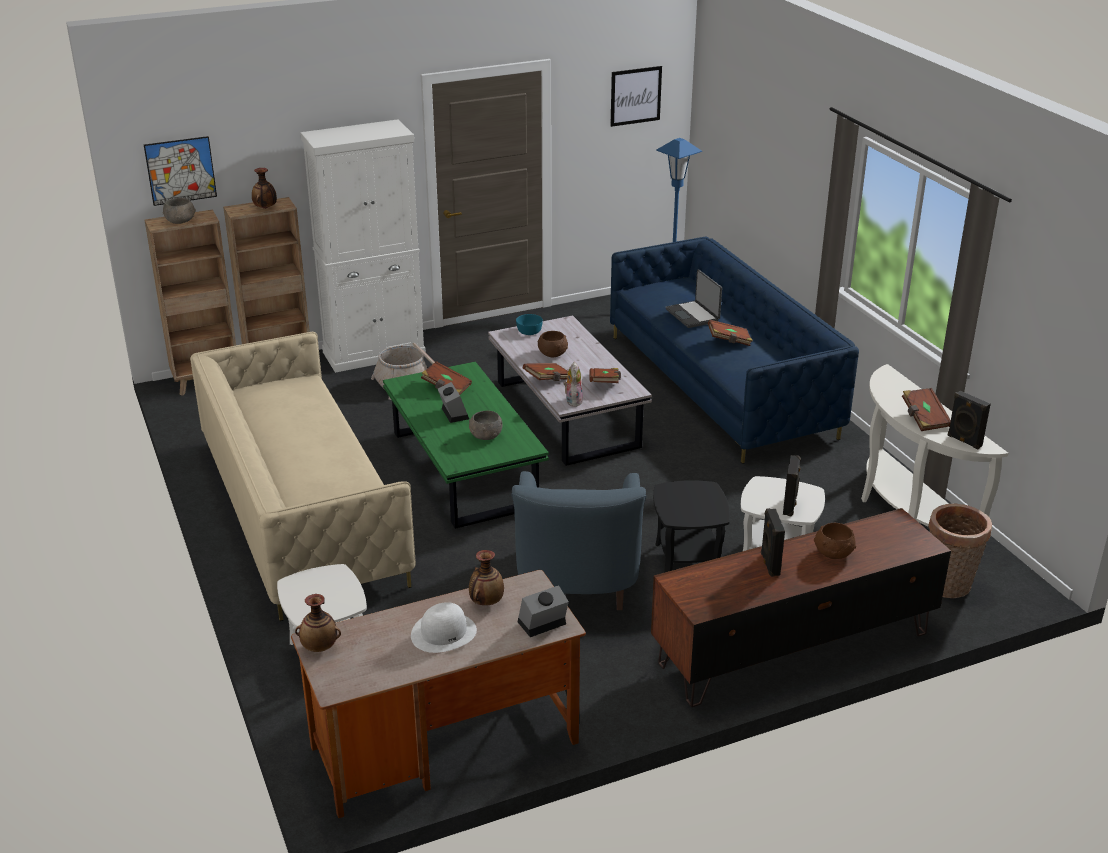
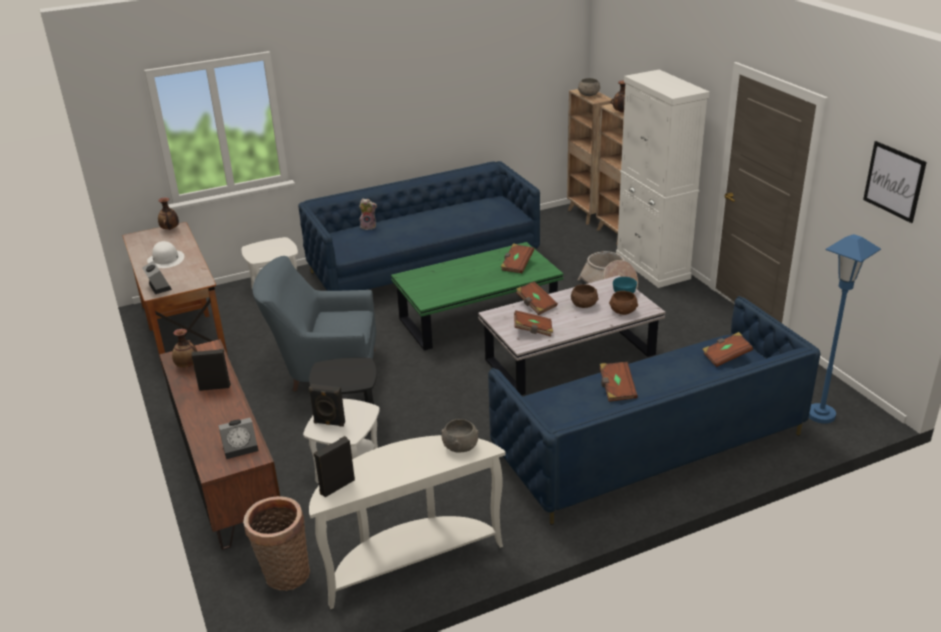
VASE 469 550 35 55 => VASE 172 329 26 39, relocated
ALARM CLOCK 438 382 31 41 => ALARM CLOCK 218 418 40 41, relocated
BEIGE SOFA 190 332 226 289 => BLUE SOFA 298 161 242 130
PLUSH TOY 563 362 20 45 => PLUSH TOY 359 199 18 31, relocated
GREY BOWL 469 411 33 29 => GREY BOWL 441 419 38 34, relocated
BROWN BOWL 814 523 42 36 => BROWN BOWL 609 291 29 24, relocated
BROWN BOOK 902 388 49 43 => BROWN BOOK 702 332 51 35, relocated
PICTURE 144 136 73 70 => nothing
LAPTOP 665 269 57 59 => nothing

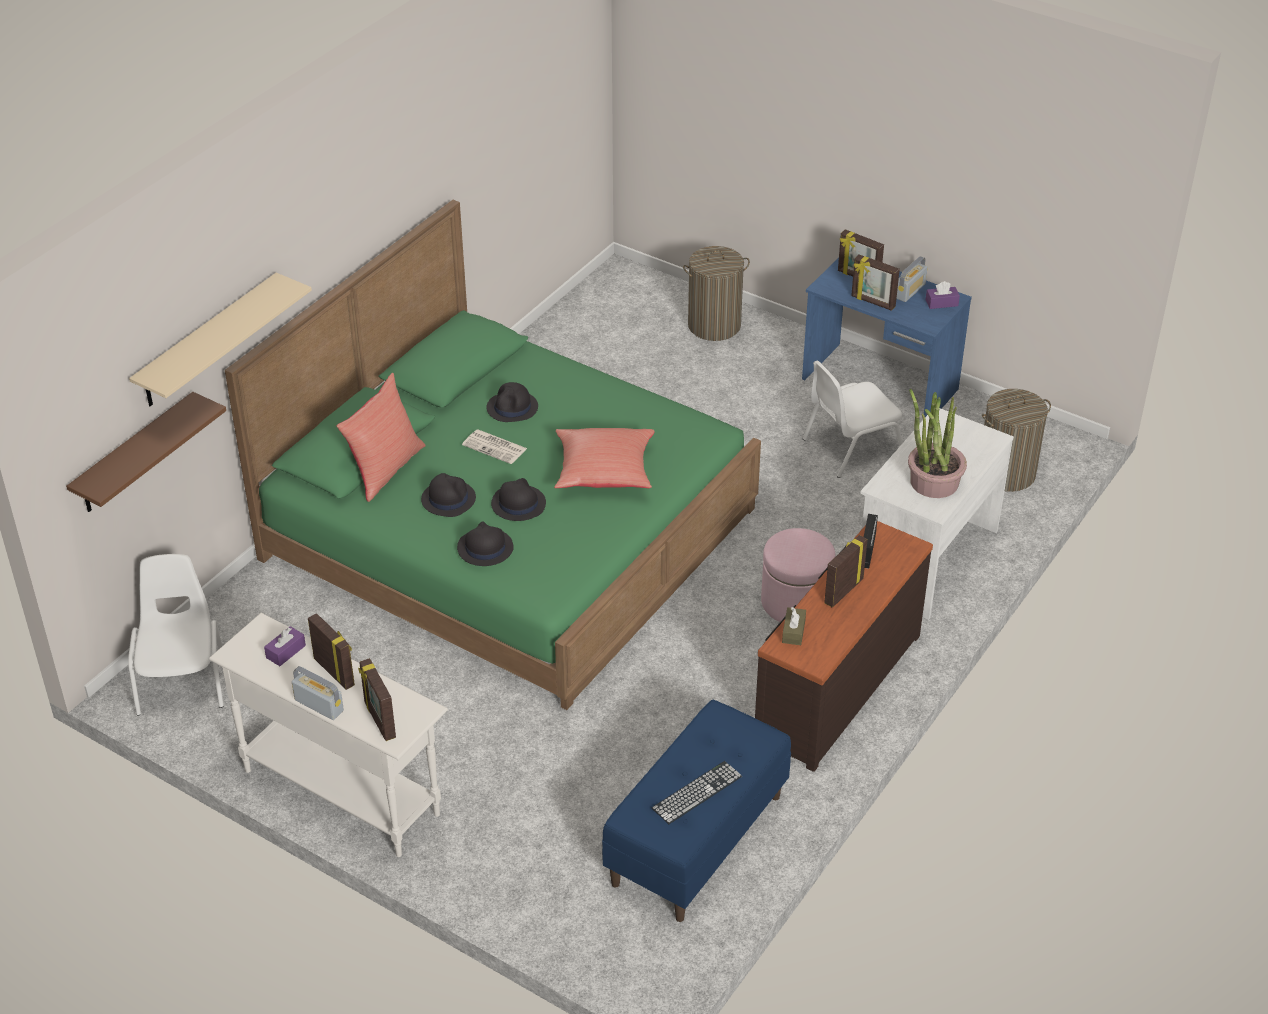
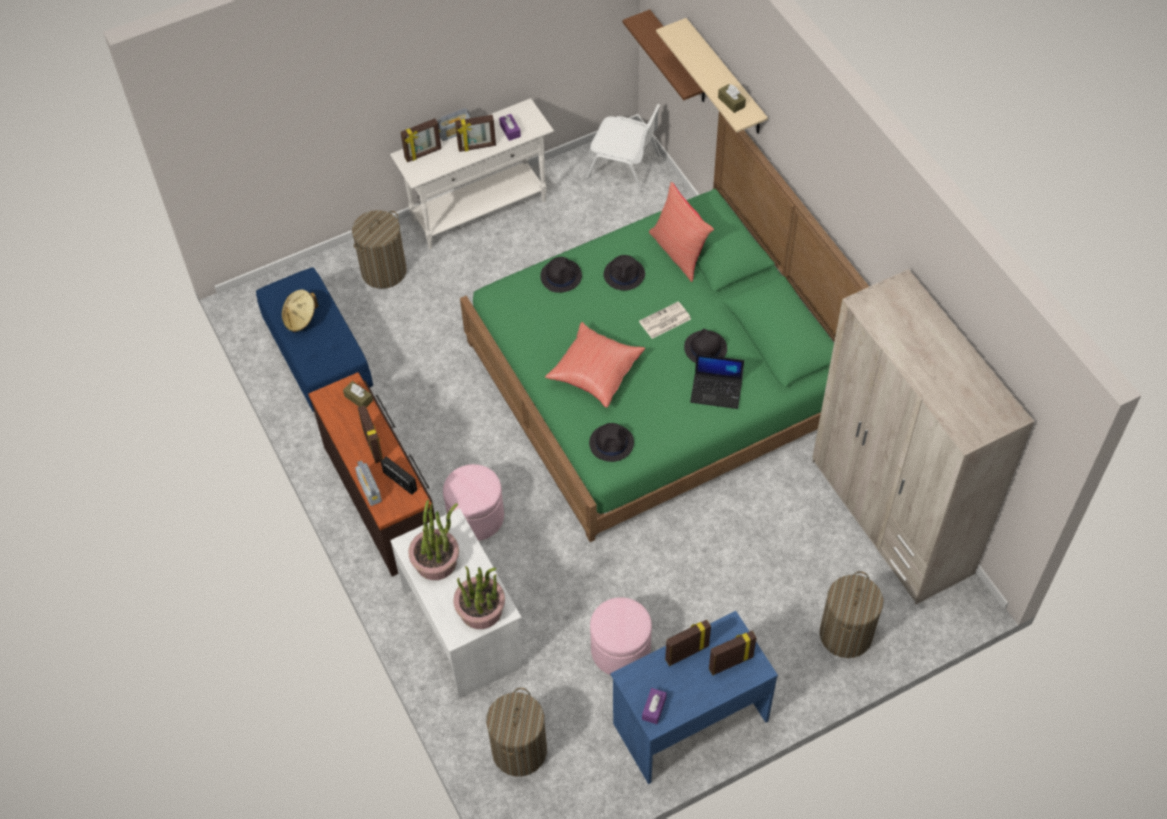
KEYBOARD 652 761 90 63 => BEIGE HAT 282 289 37 43
nothing => LAUNDRY BASKET 352 210 55 79
RADIO 896 256 32 46 => RADIO 355 460 27 46, relocated
PICTURE FRAME 358 658 38 83 => PICTURE FRAME 401 119 40 43, 150 degrees clockwise
nothing => POTTED PLANT 453 566 52 63
BLACK HAT 491 478 55 43 => BLACK HAT 589 423 45 39, relocated
WHITE CHAIR 803 360 100 118 => PINK OTTOMAN 590 597 62 78
nothing => LAPTOP 690 354 54 55
nothing => BROWN TISSUE BOX 718 84 28 29
nothing => BEIGE WARDROBE 812 269 223 336

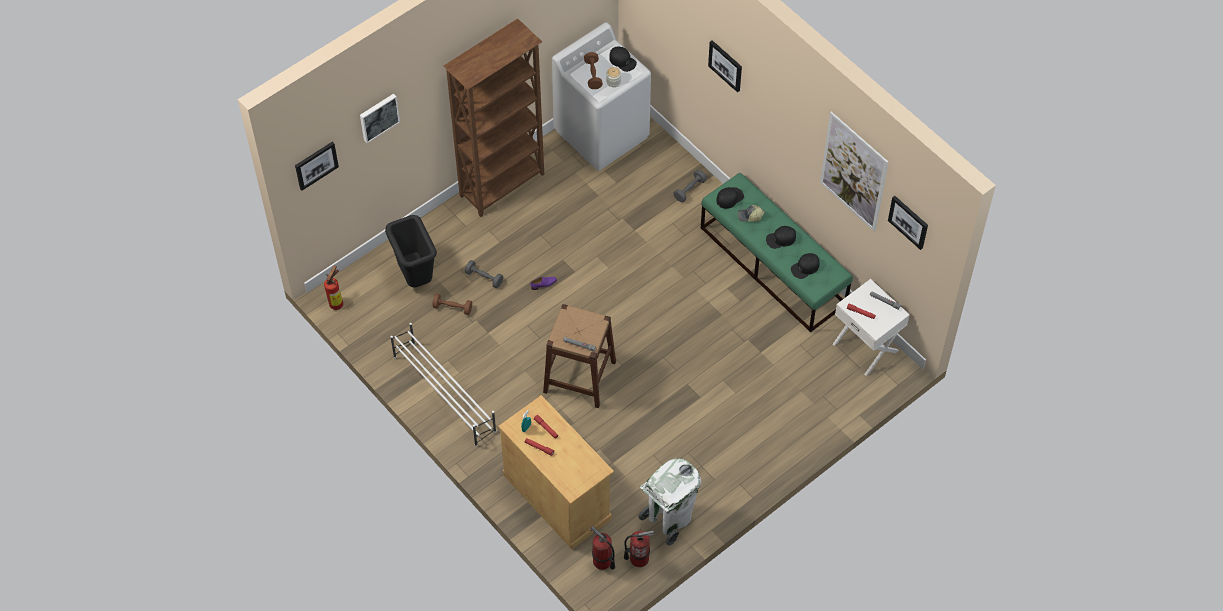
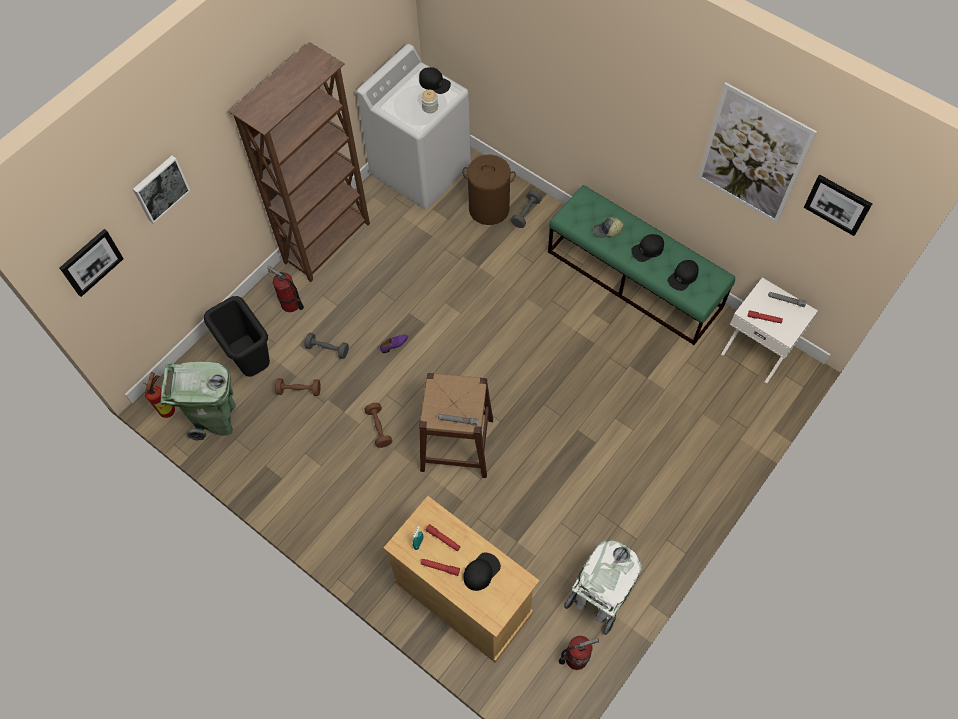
nothing => GREEN TRASH CAN 160 361 76 79
FIRE EXTINGUISHER 591 526 24 44 => FIRE EXTINGUISHER 267 266 37 46, relocated
BROWN DUMBBELL 584 52 19 37 => BROWN DUMBBELL 365 403 27 45, relocated
nothing => BROWN LAUNDRY BASKET 462 155 54 70
BLACK CAP 716 187 28 22 => BLACK CAP 463 552 38 39, relocated
WHITE SHOE RACK 390 323 106 124 => nothing
PICTURE 708 40 34 52 => nothing

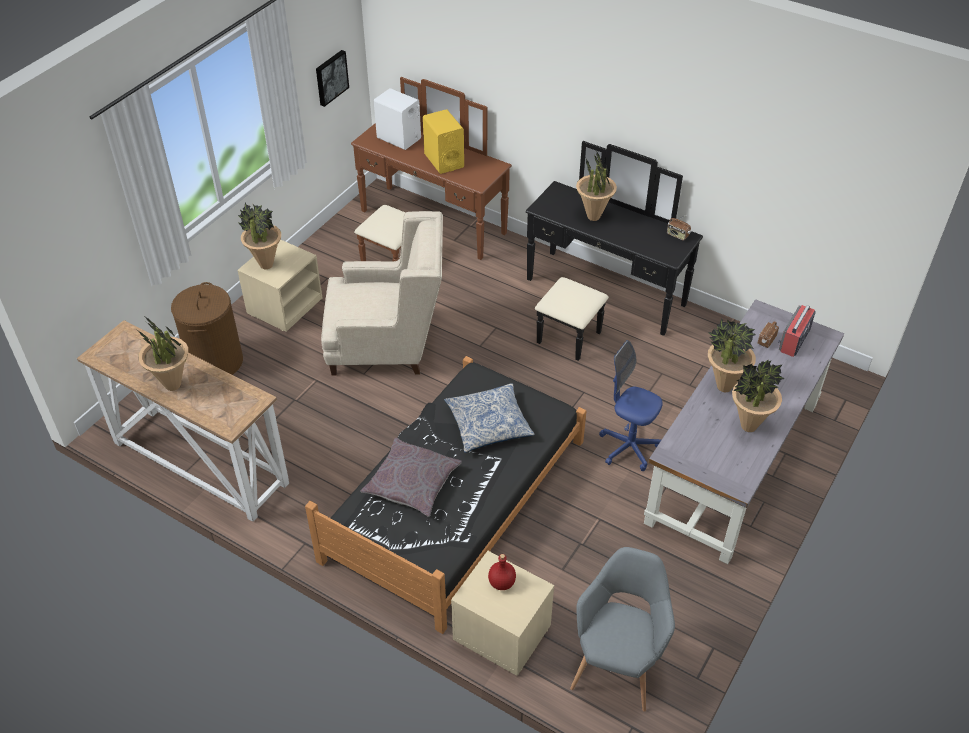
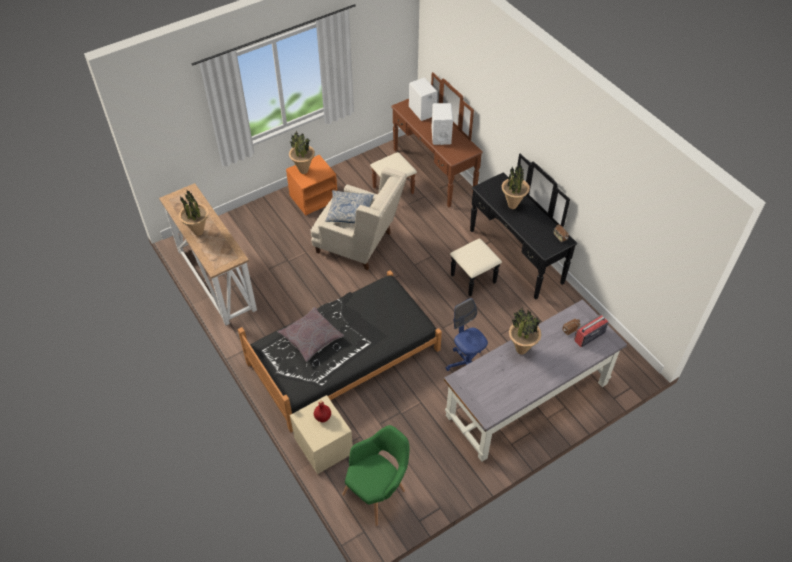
BEIGE NIGHTSTAND 237 239 85 93 => ORANGE NIGHTSTAND 286 155 51 61
PILLOW 444 383 91 70 => PILLOW 325 190 49 33, relocated
GREY ARMCHAIR 570 547 105 165 => GREEN ARMCHAIR 342 425 67 101
YELLOW SPEAKER 423 109 41 65 => WHITE SPEAKER 431 103 22 42
BROWN LAUNDRY BASKET 171 282 72 93 => nothing
PICTURE 316 50 33 57 => nothing
POTTED PLANT 732 359 53 73 => nothing

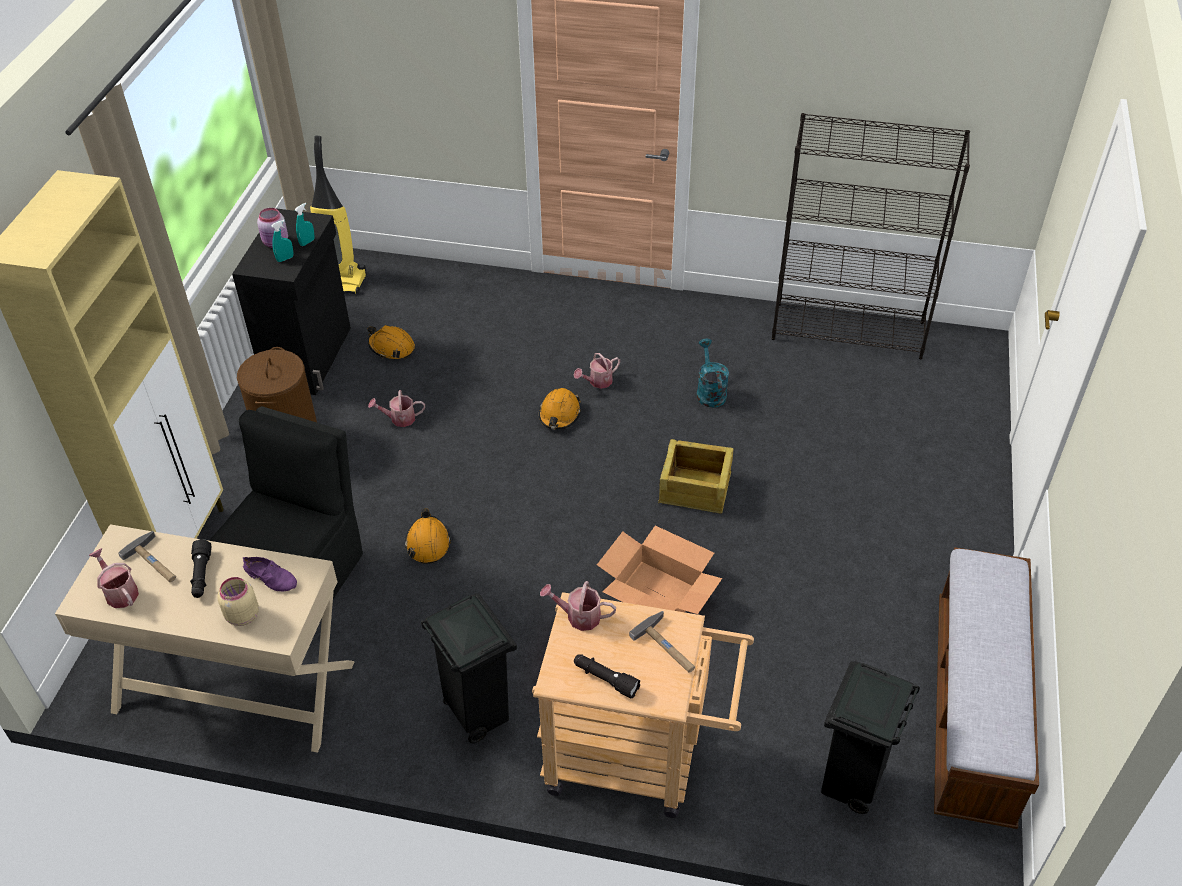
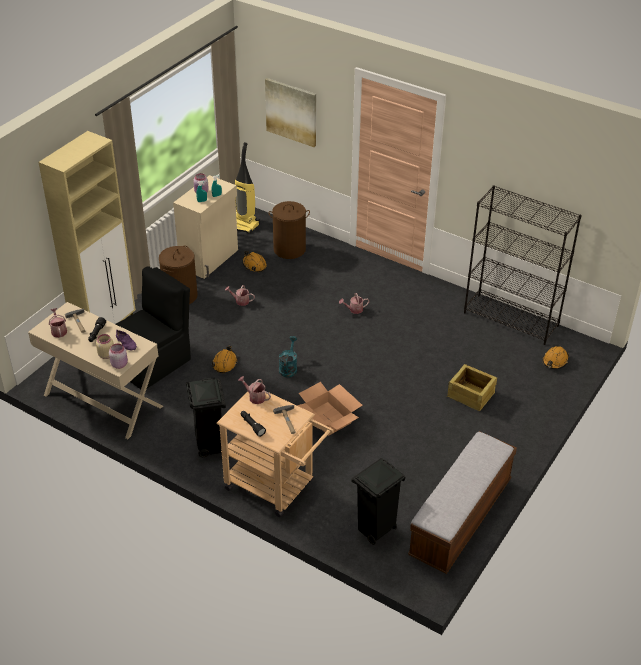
nothing => PINK JAR 109 343 19 26
BLACK CABINET 232 208 119 187 => BEIGE CABINET 173 175 65 104
nothing => PICTURE 265 78 51 69
nothing => BROWN LAUNDRY BASKET 268 201 42 58
TURQUOISE WATERING CAN 697 339 32 69 => TURQUOISE WATERING CAN 279 336 19 41, relocated
CRATE 658 439 75 75 => CRATE 447 364 50 47, relocated
ORANGE HARD HAT 539 388 42 42 => ORANGE HARD HAT 542 346 27 23, relocated

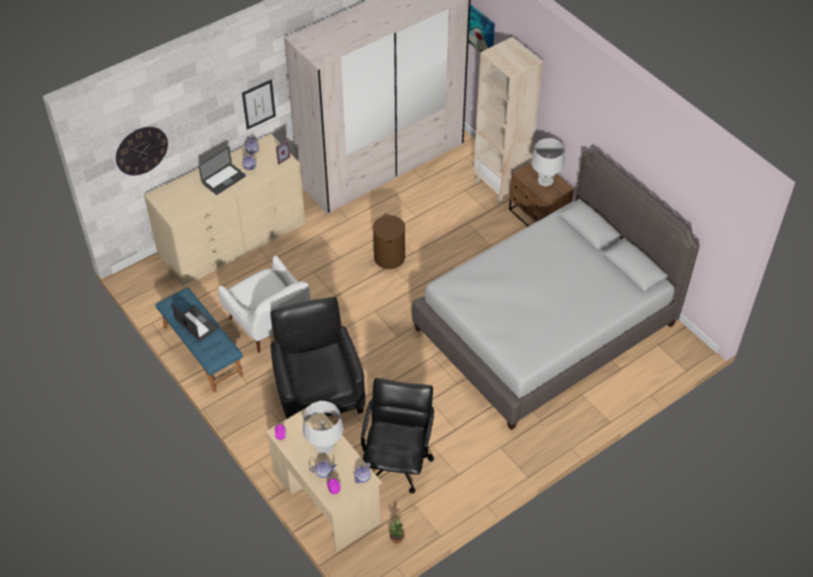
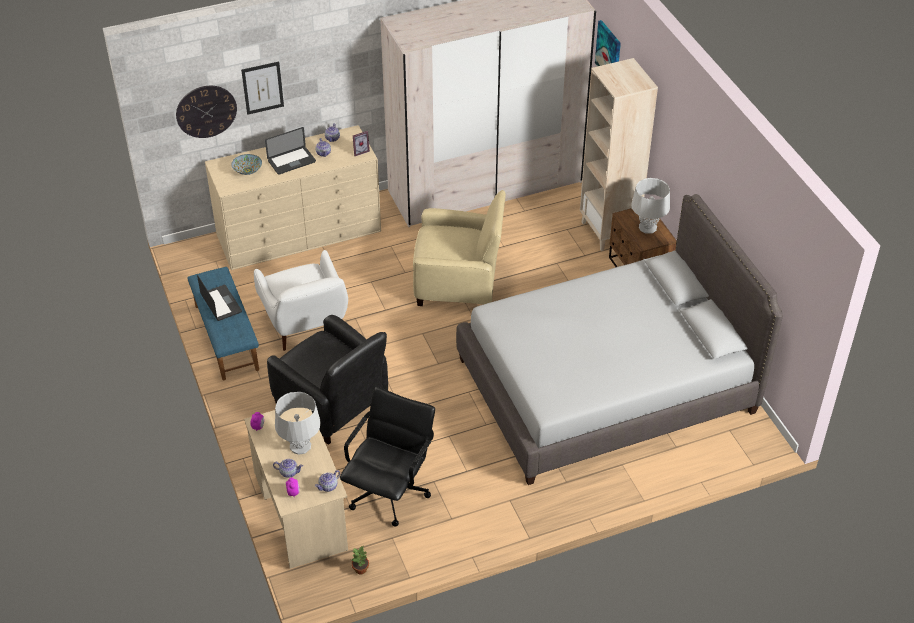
nothing => BOWL 231 154 31 21
PICTURE 242 79 34 51 => PICTURE 241 62 43 53, relocated
BLACK ARMCHAIR 270 297 95 122 => BLACK ARMCHAIR 267 315 121 130, 135 degrees clockwise
BROWN LAUNDRY BASKET 373 214 32 55 => BEIGE ARMCHAIR 413 190 93 116

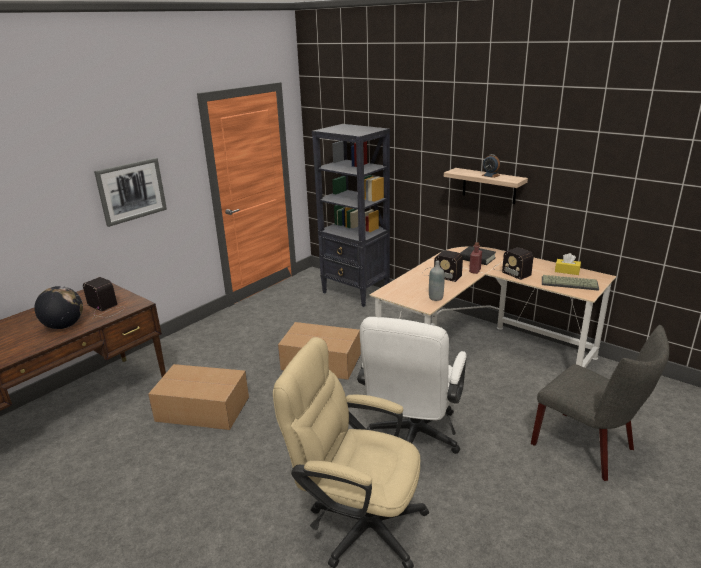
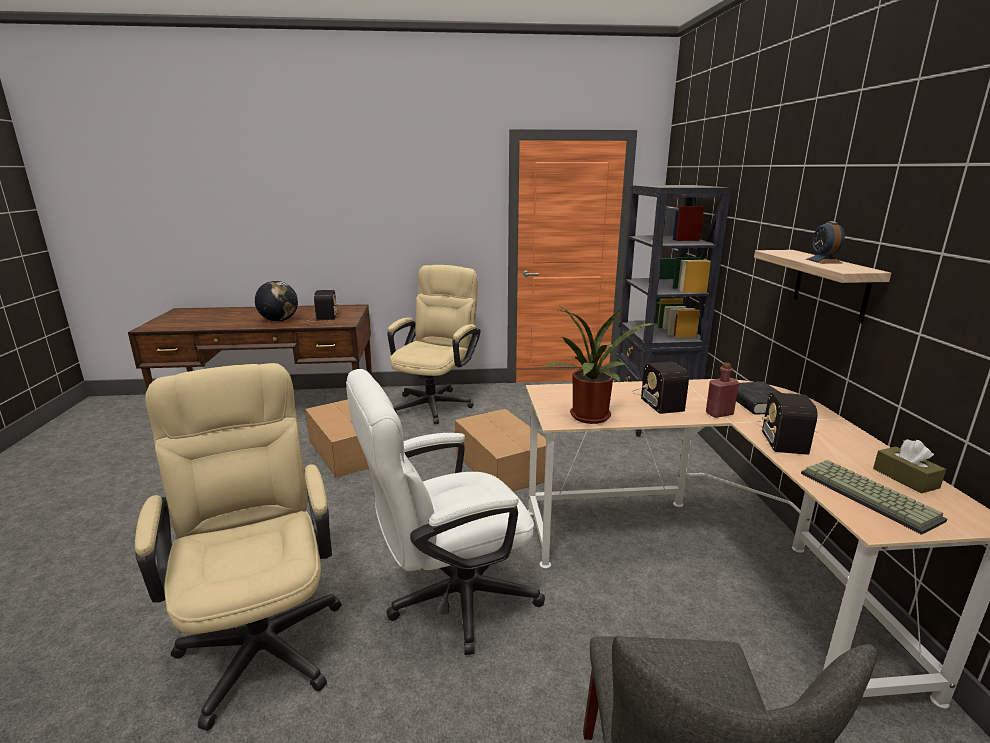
nothing => BEIGE OFFICE CHAIR 387 265 94 159
GREY BOTTLE 429 261 15 40 => POTTED PLANT 543 306 112 118
YELLOW TISSUE BOX 555 253 26 22 => BROWN TISSUE BOX 873 439 73 55
PICTURE 94 158 73 69 => nothing

